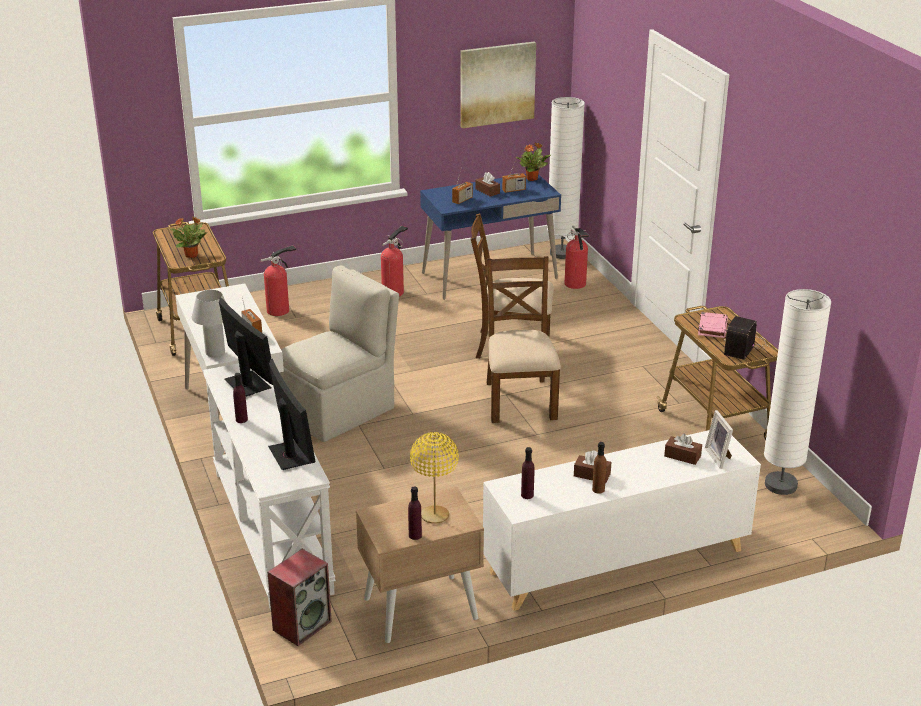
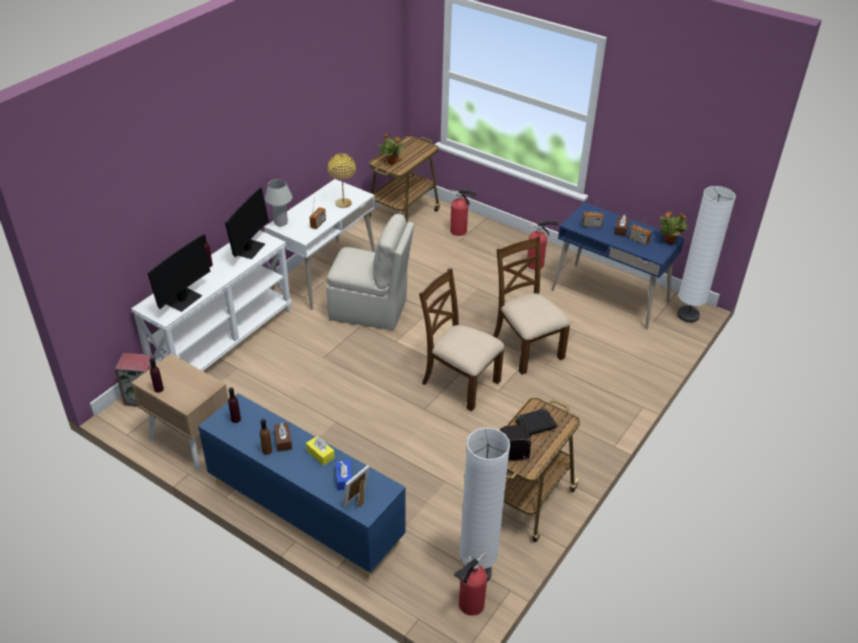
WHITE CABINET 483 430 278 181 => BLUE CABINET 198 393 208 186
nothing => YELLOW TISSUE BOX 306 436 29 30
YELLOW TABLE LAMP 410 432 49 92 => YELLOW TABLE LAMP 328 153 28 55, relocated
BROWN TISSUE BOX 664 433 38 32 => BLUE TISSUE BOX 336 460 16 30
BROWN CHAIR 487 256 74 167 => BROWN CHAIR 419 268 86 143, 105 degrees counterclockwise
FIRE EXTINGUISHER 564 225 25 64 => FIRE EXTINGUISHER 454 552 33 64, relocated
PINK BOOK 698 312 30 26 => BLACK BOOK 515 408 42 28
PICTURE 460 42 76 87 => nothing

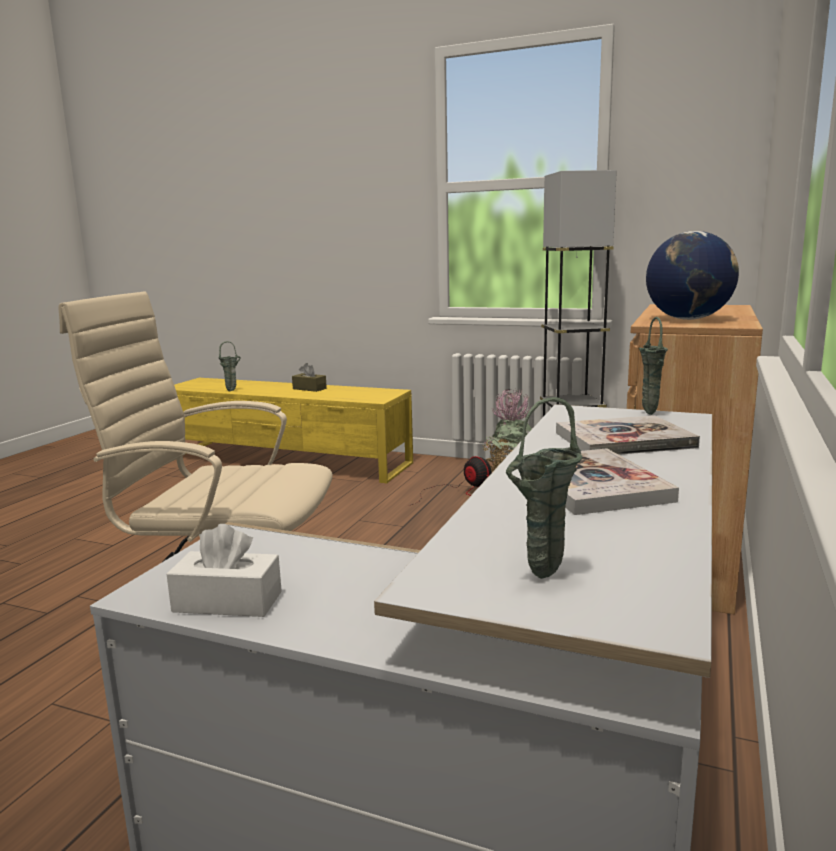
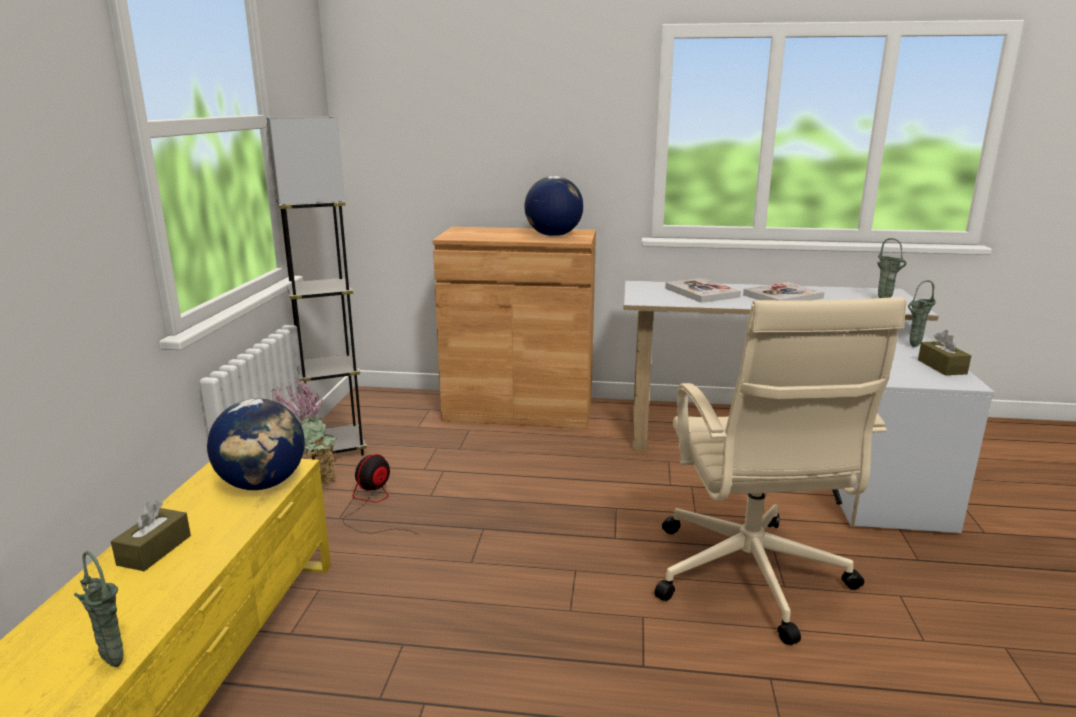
nothing => GLOBE 207 398 98 92
GREEN VASE 639 317 29 98 => GREEN VASE 908 280 28 67, relocated
WHITE TISSUE BOX 167 524 115 93 => BROWN TISSUE BOX 918 330 53 45

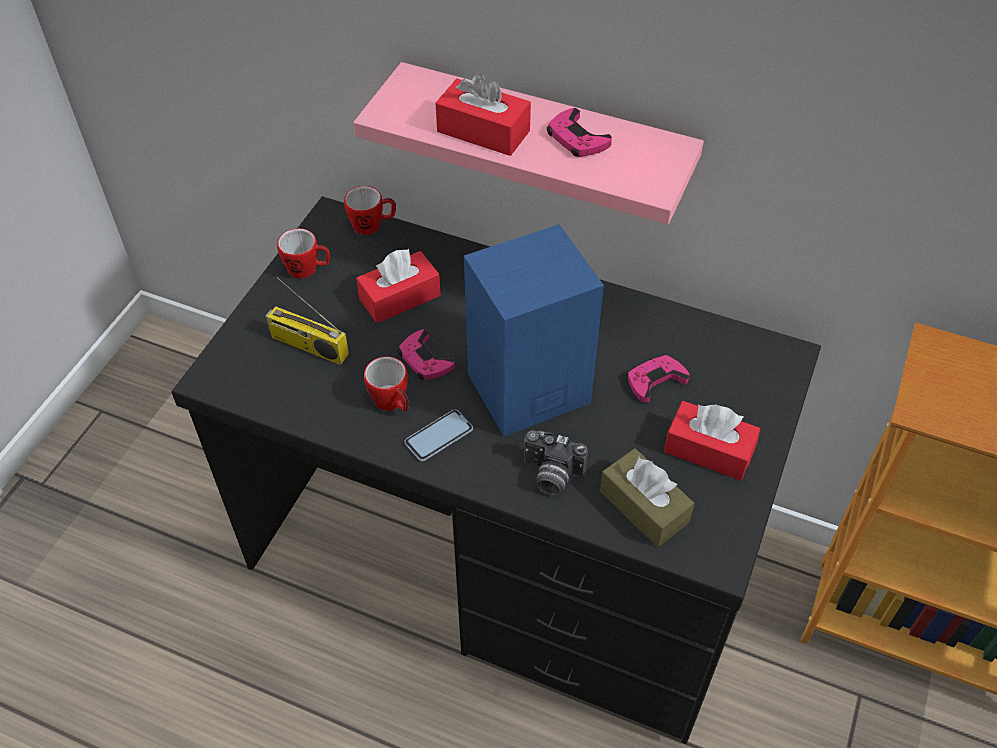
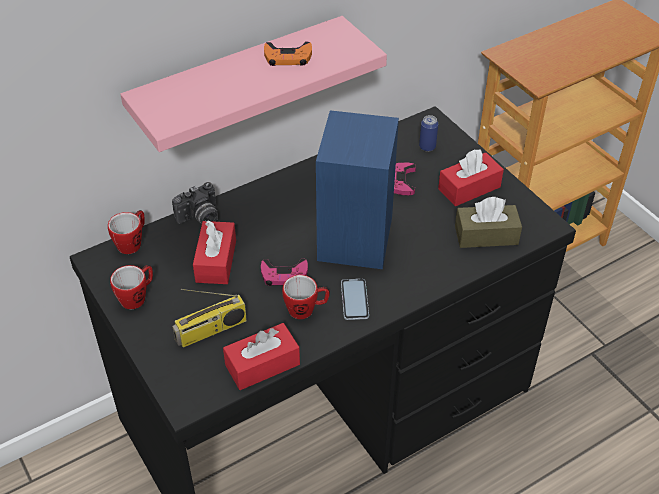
PHOTO CAMERA 524 430 64 65 => PHOTO CAMERA 172 182 46 42, relocated
RED TISSUE BOX 436 73 95 83 => RED TISSUE BOX 223 323 77 67, relocated
PINK GAME CONTROLLER 547 108 65 49 => ORANGE GAME CONTROLLER 264 41 48 25
nothing => CAN 419 115 19 37

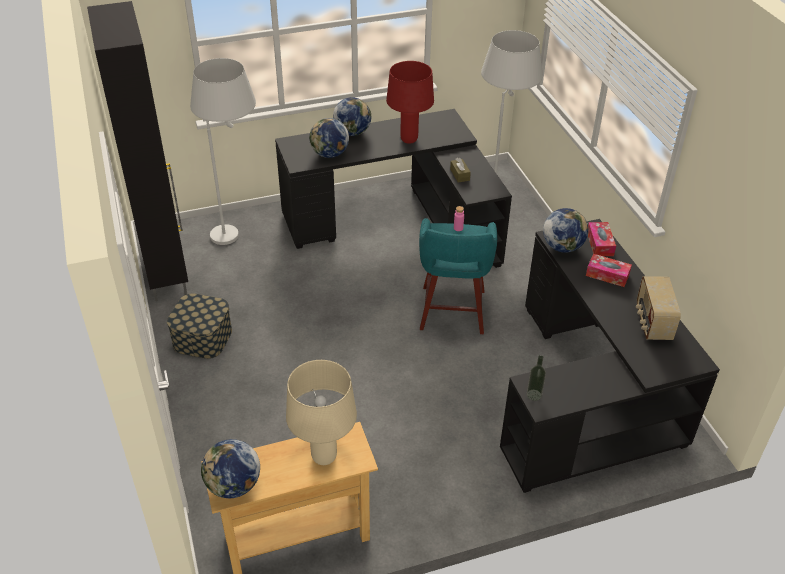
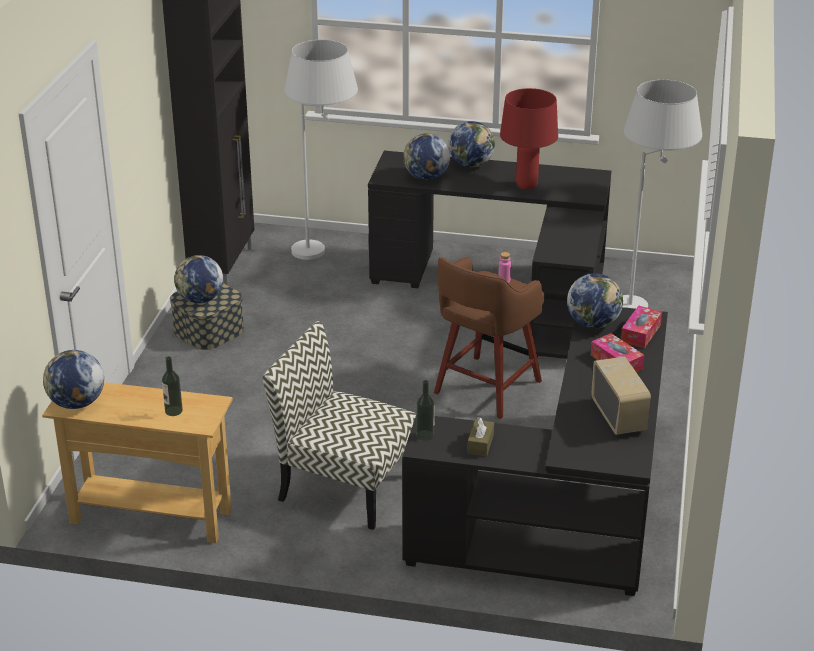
BEIGE TABLE LAMP 286 360 71 105 => BOTTLE 162 356 21 60
nothing => GLOBE 174 255 49 48
nothing => CHAIR 263 321 153 209
TURQUOISE STOOL 419 218 78 116 => BROWN STOOL 434 257 111 162
BROWN TISSUE BOX 450 158 21 24 => BROWN TISSUE BOX 467 417 27 39, relocated
RADIO 636 276 45 64 => RADIO 591 356 60 79, 135 degrees clockwise

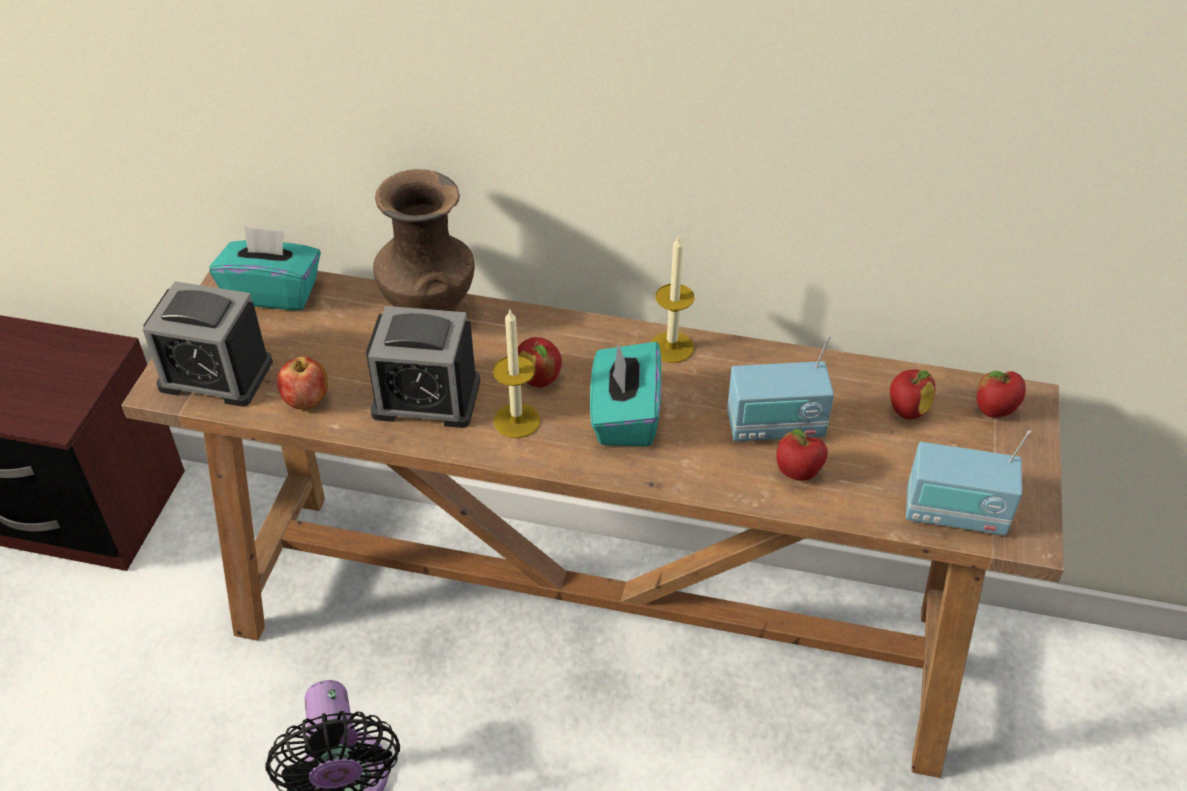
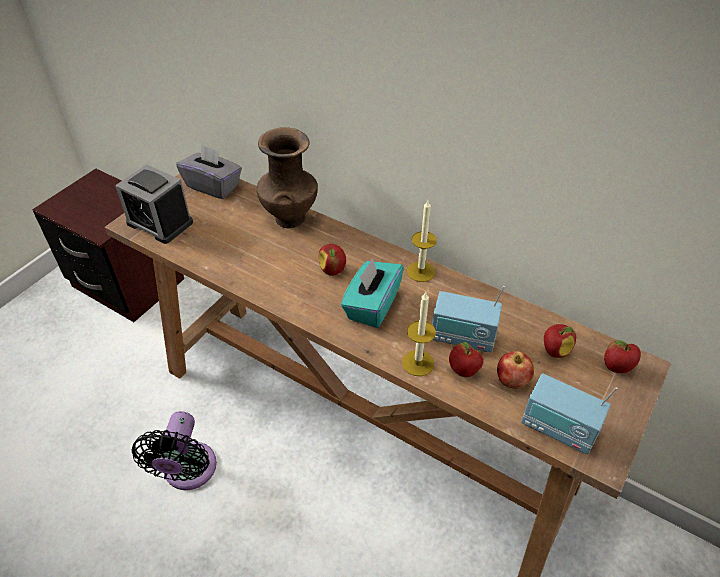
TURQUOISE TISSUE BOX 209 226 112 84 => GREY TISSUE BOX 176 144 66 55
CANDLE 493 310 47 128 => CANDLE 402 292 34 84, relocated
APPLE 277 356 51 53 => APPLE 497 351 37 38, relocated
ALARM CLOCK 366 306 114 122 => nothing

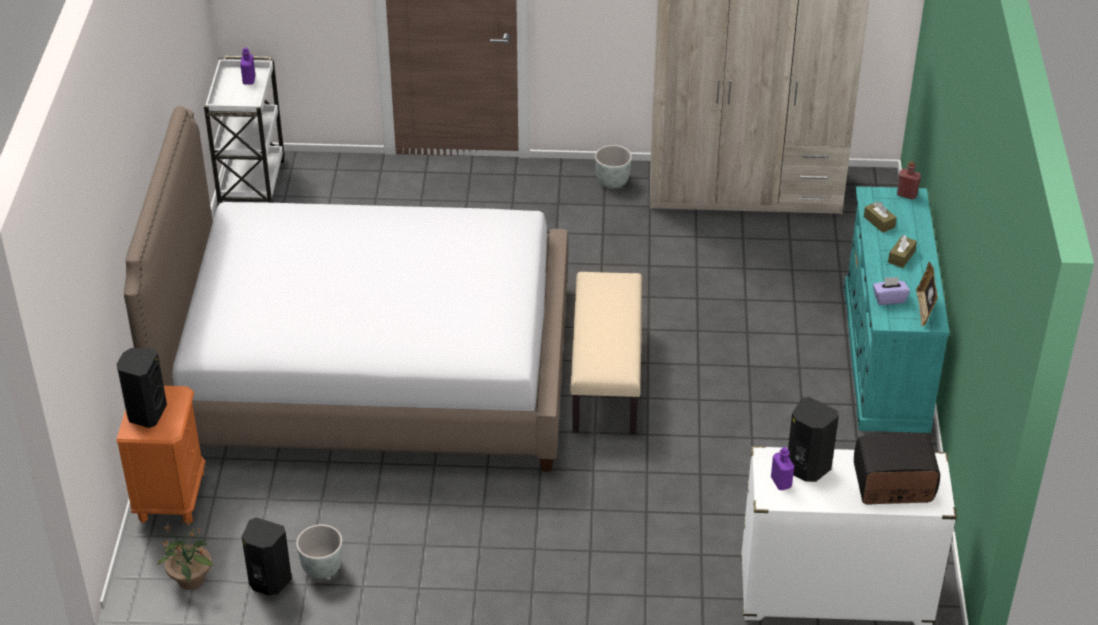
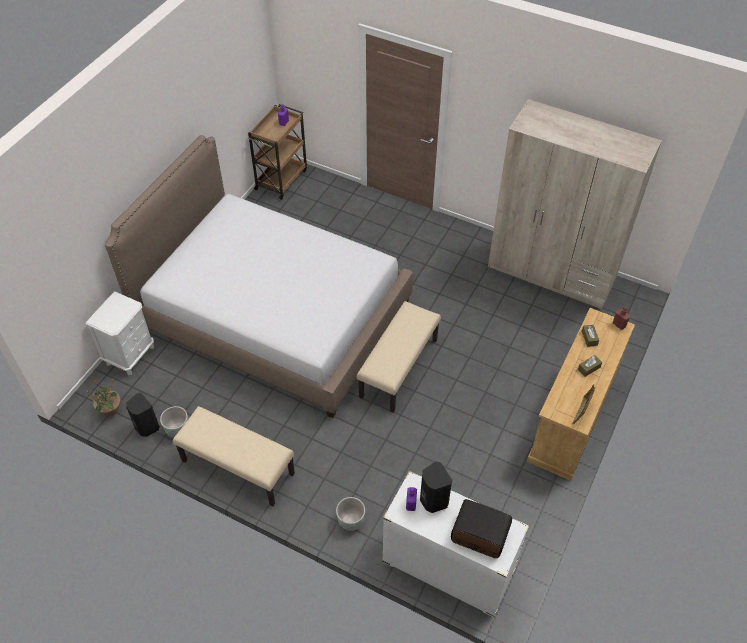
ORANGE NIGHTSTAND 117 386 88 137 => WHITE NIGHTSTAND 86 291 68 84
nothing => BEIGE BENCH 173 406 122 100
WHITE CART 204 56 81 151 => BROWN CART 248 104 59 96
GREY PLANTER 595 145 37 43 => GREY PLANTER 336 497 29 34, relocated
TURQUOISE DRESSER 844 186 106 247 => BEIGE DRESSER 527 308 108 173
BLACK SPEAKER 117 348 50 80 => nothing
PURPLE TISSUE BOX 873 277 37 28 => nothing

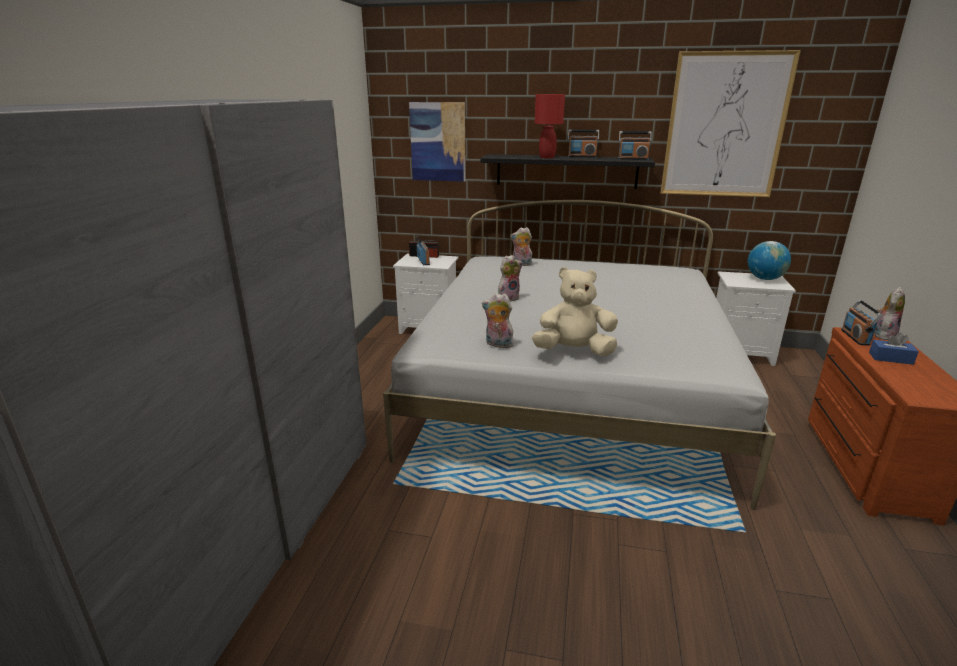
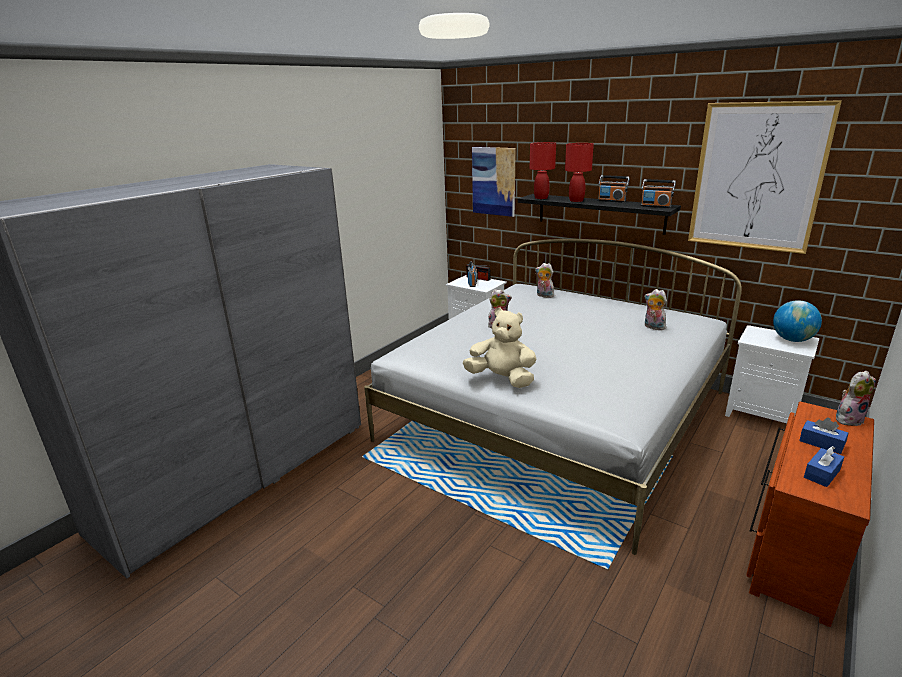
nothing => RED TABLE LAMP 530 142 26 57
PLUSH TOY 482 293 32 55 => PLUSH TOY 645 289 22 41, relocated
nothing => BLUE TISSUE BOX 804 446 40 41
RADIO 841 299 42 46 => nothing

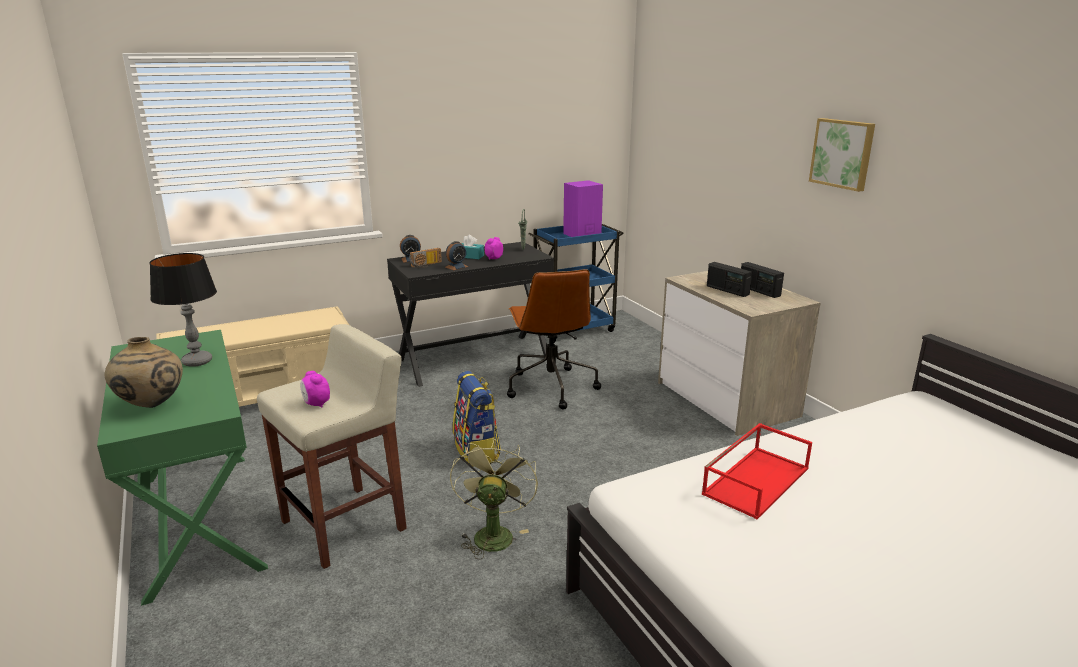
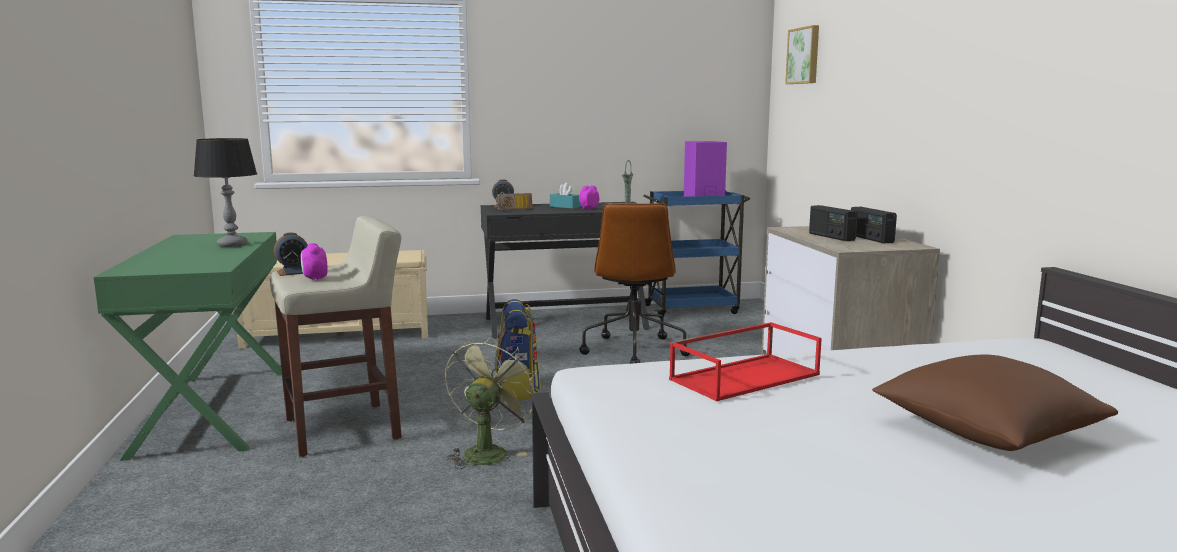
ALARM CLOCK 445 241 23 29 => ALARM CLOCK 274 233 34 43, relocated
PICTURE 809 118 66 74 => PICTURE 785 25 34 59, relocated
nothing => BROWN PILLOW 872 355 246 96
BEIGE VASE 105 337 78 71 => nothing

